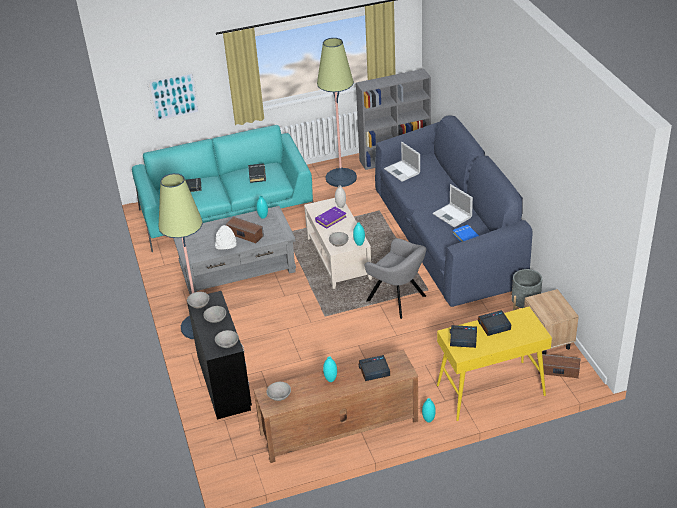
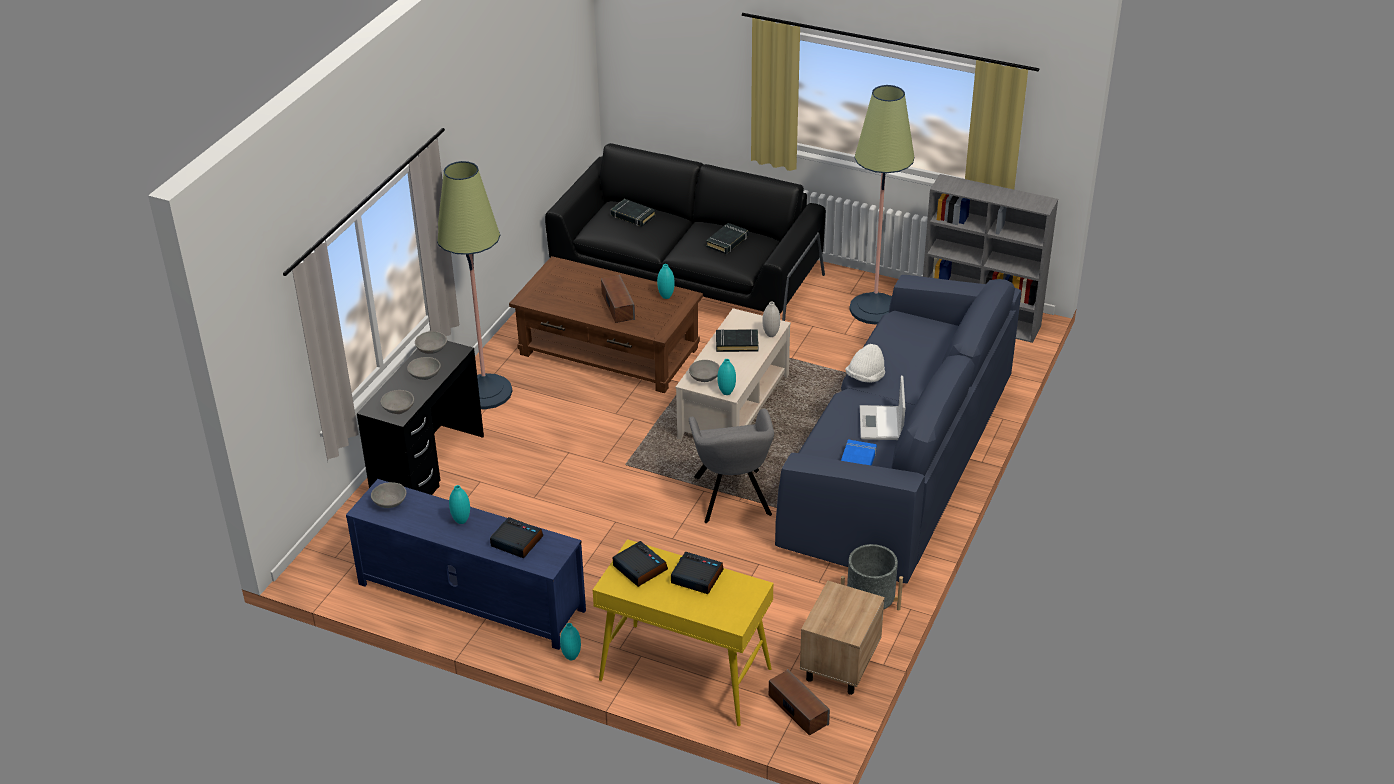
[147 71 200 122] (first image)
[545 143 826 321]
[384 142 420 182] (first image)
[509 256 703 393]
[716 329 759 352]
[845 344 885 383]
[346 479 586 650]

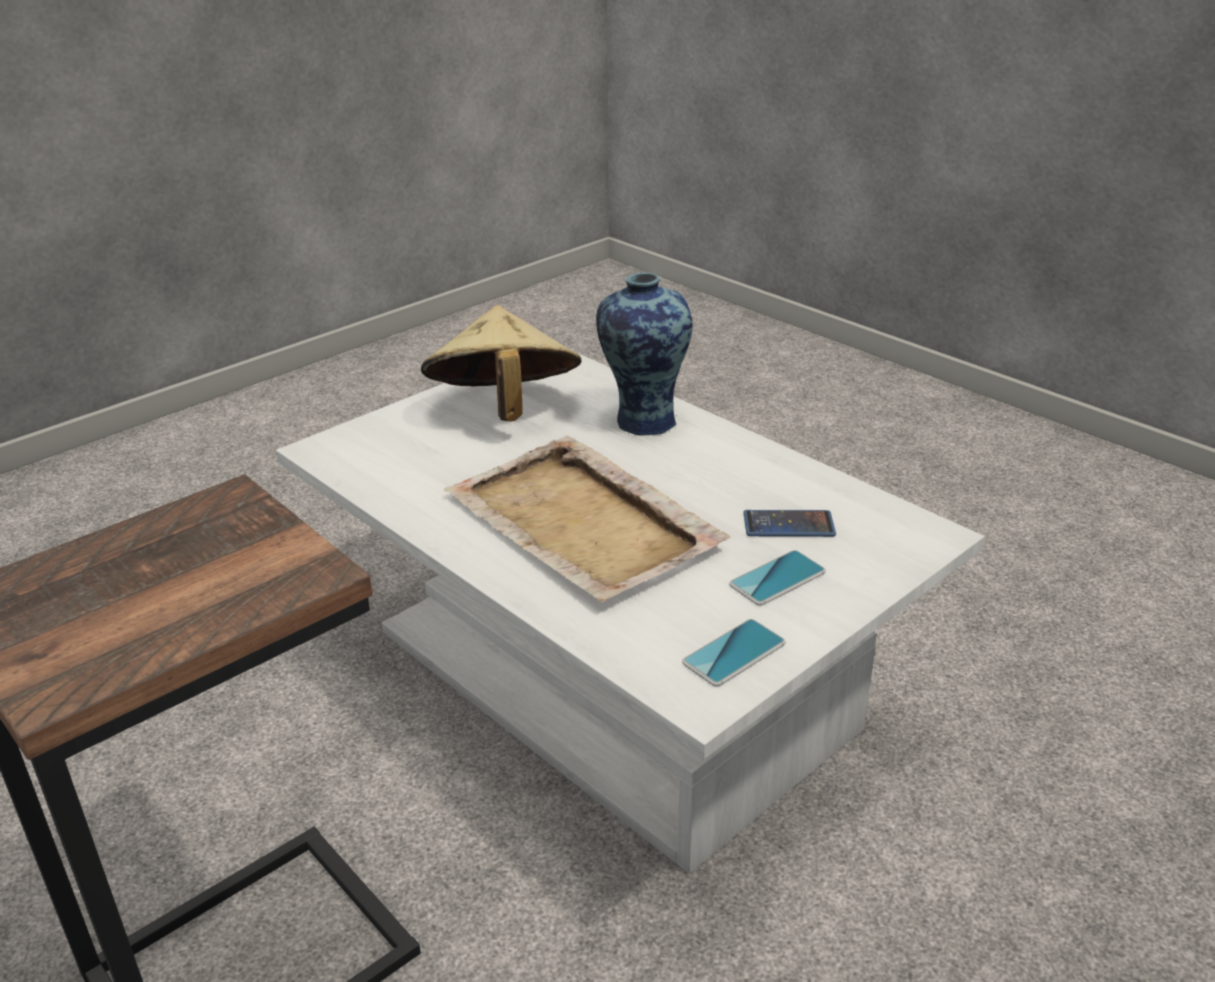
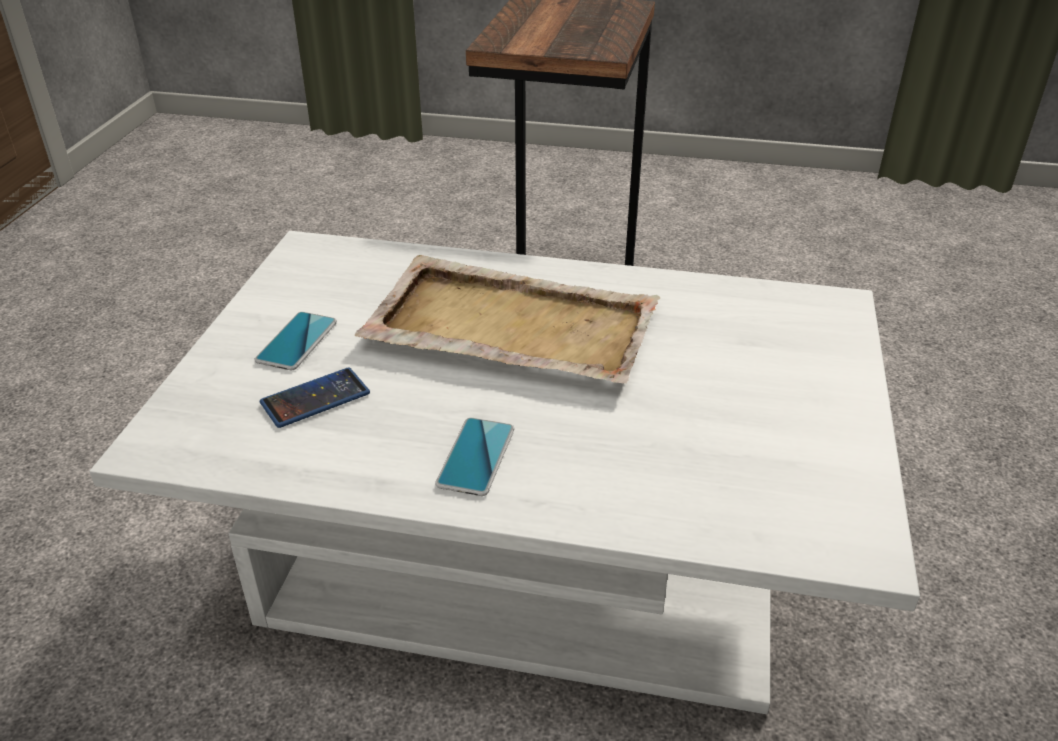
[596 273 692 436] (first image)
[421 306 581 422] (first image)
[435 418 514 496]

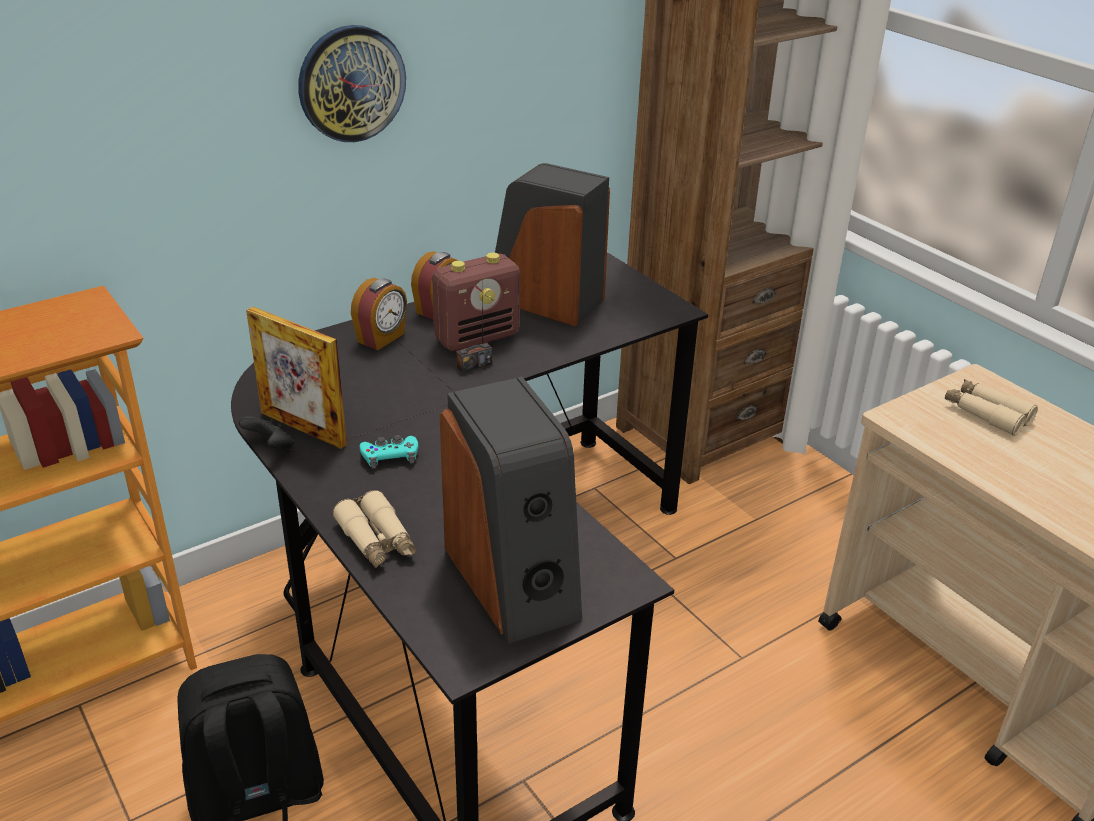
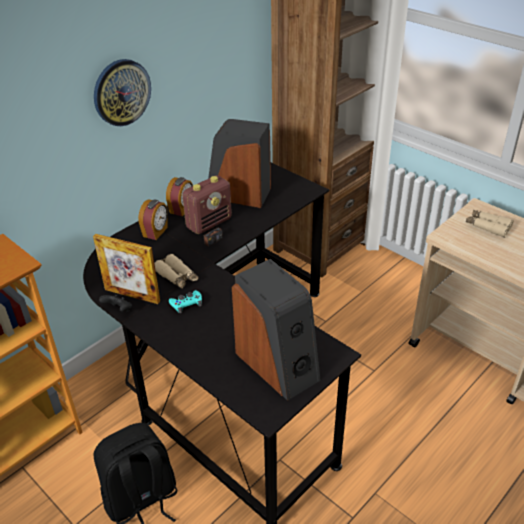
[154 254 199 289]

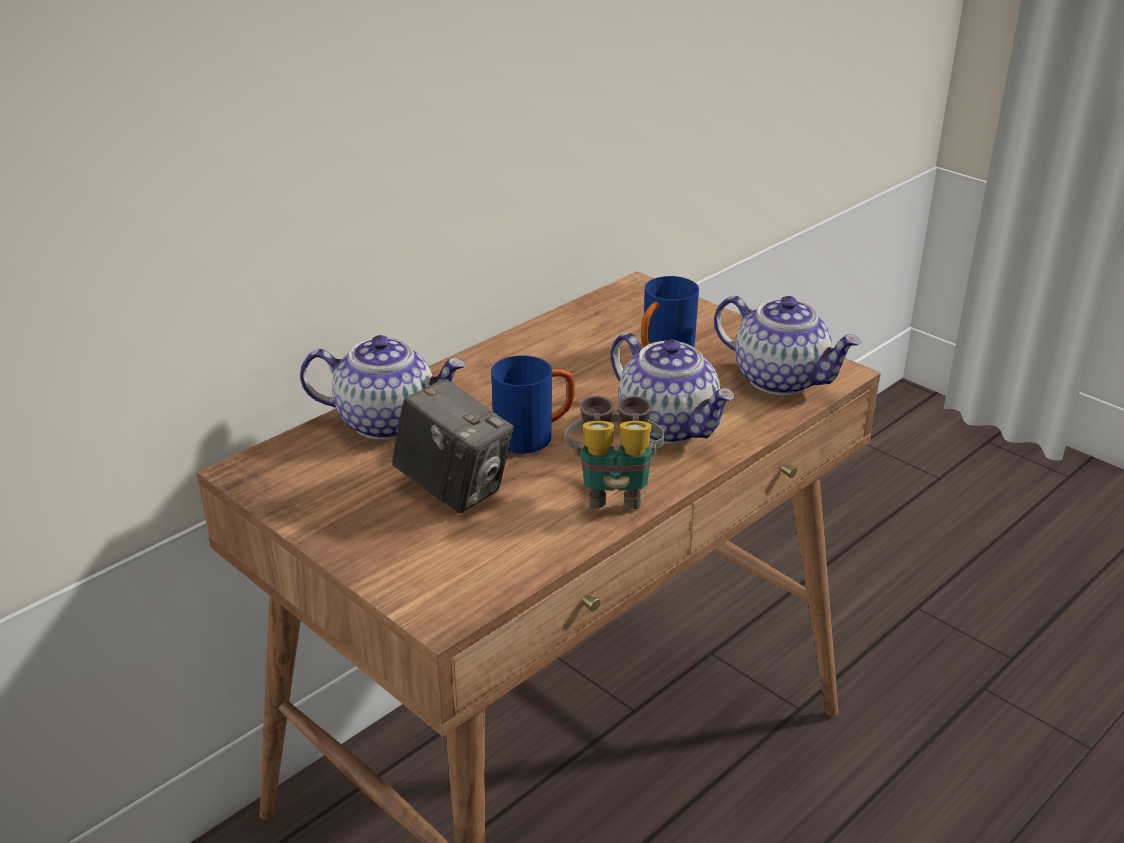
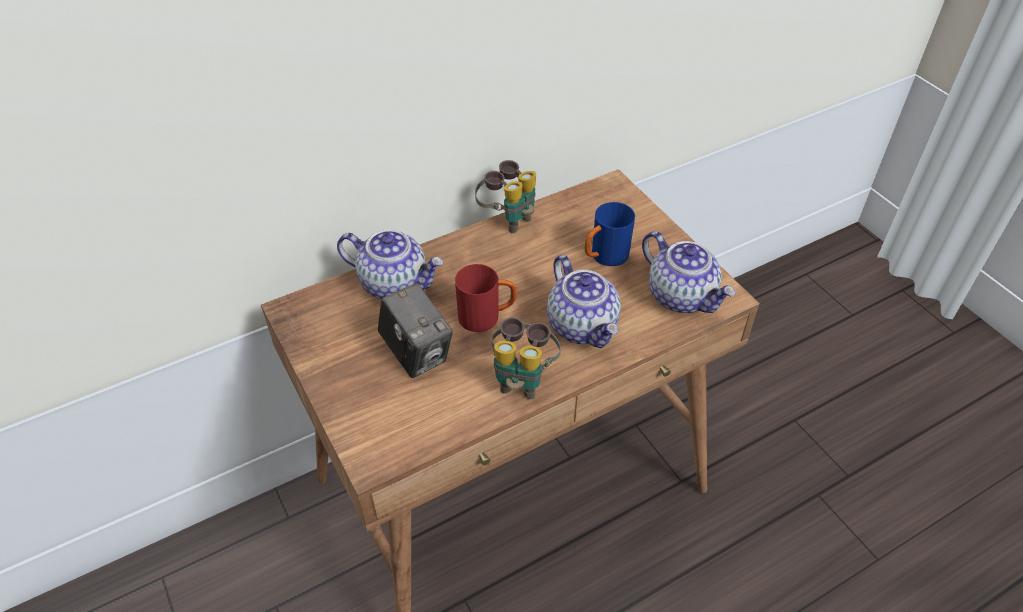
[455 264 517 332]
[475 160 536 233]

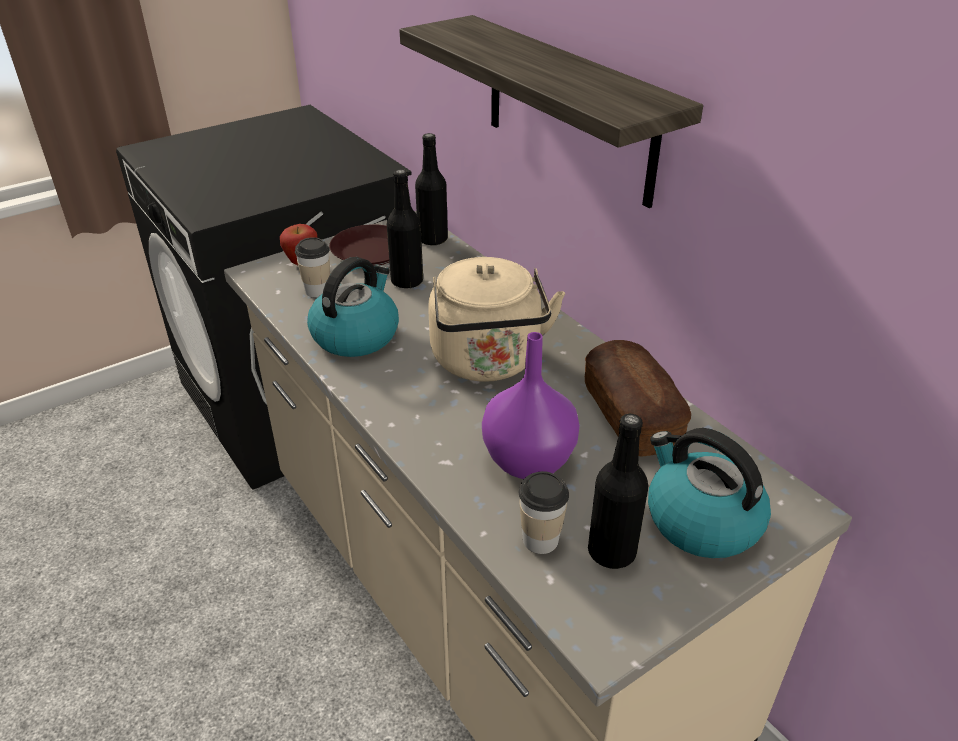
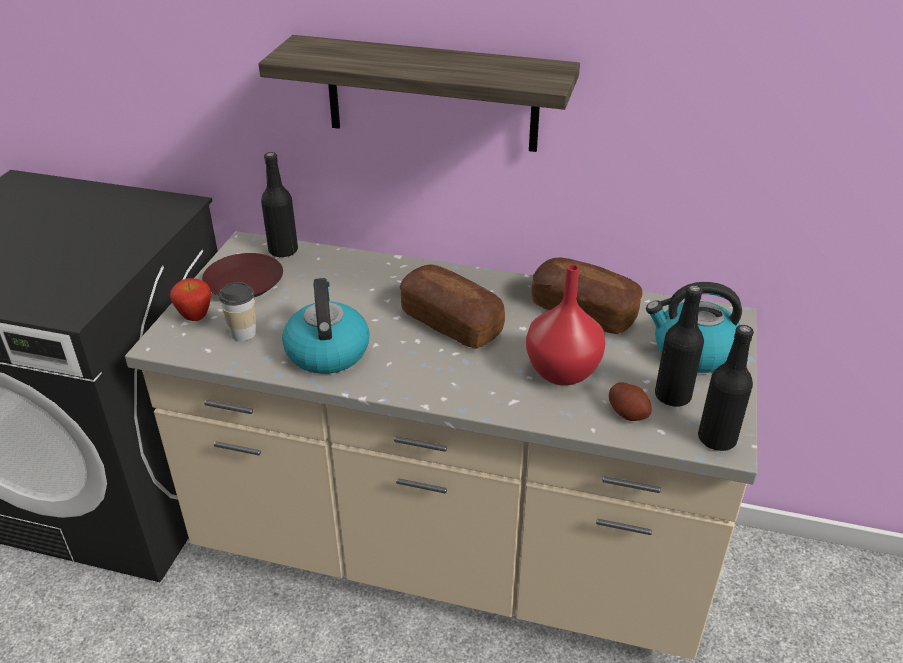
[698 325 754 451]
[400 264 505 349]
[526 264 606 386]
[609 382 651 421]

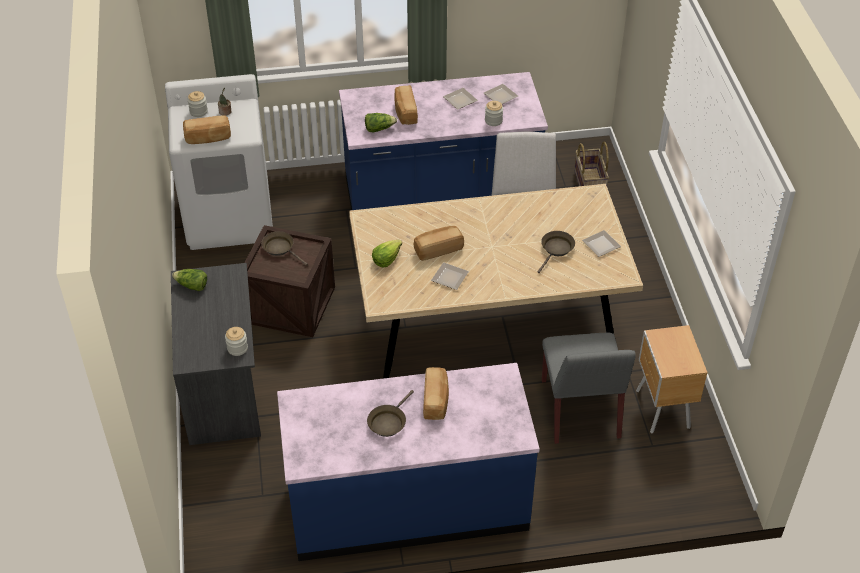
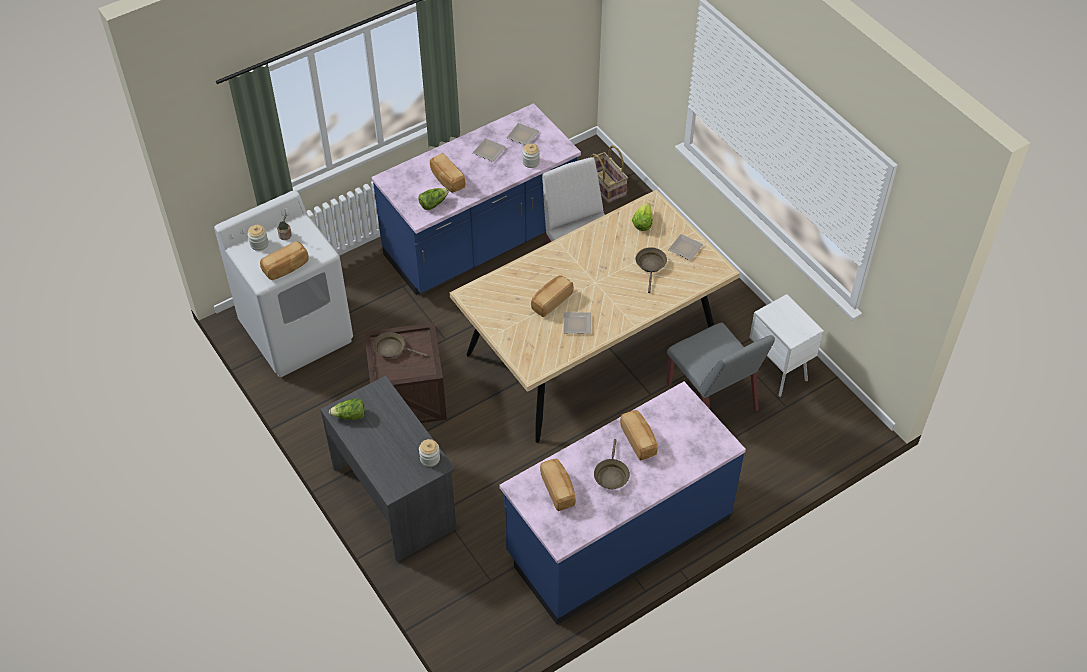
[632 203 653 231]
[749 294 824 397]
[540 459 576 511]

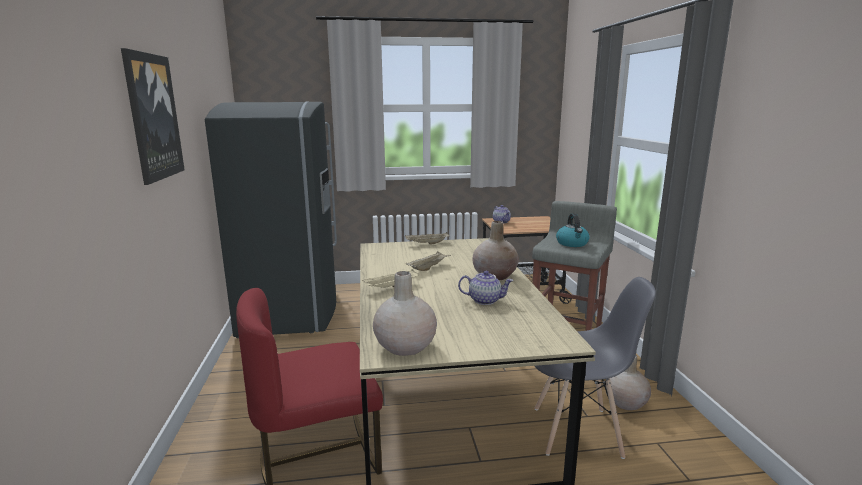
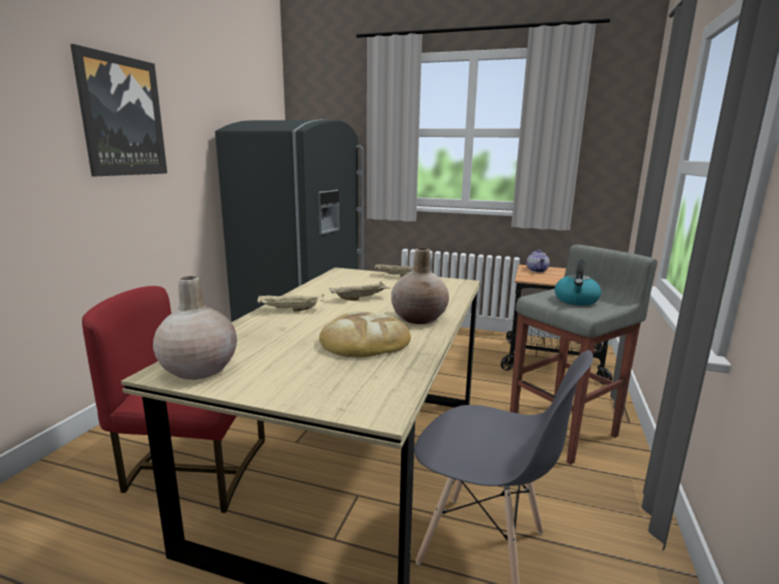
[319 311 411 357]
[605 355 651 410] (first image)

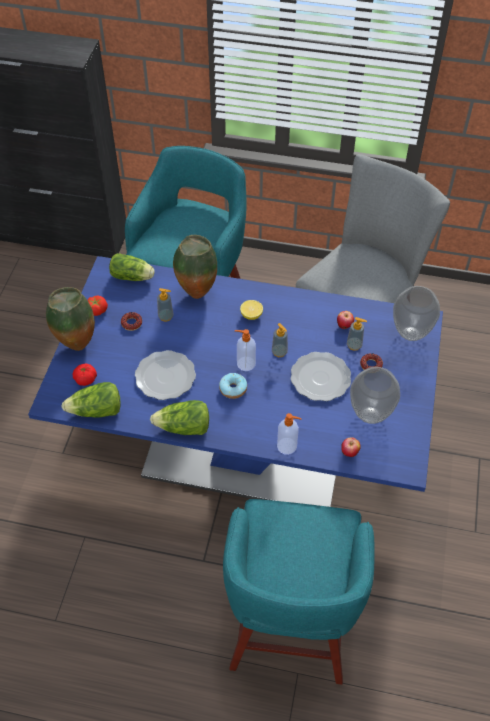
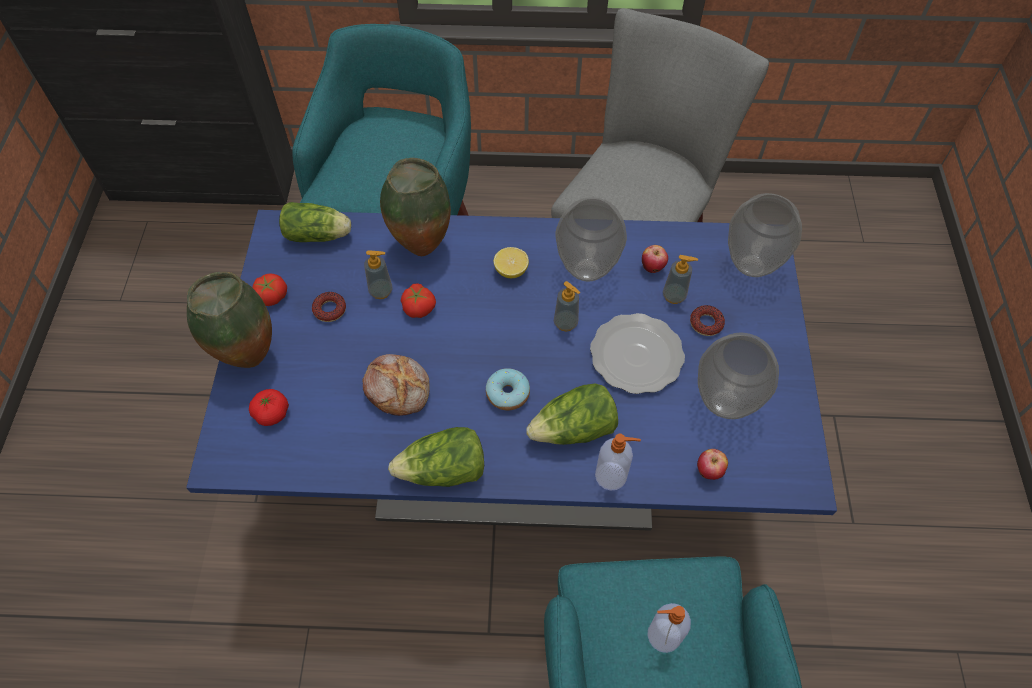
[647 603 691 653]
[362 354 430 416]
[526 383 618 445]
[555 197 627 281]
[401 283 436 318]

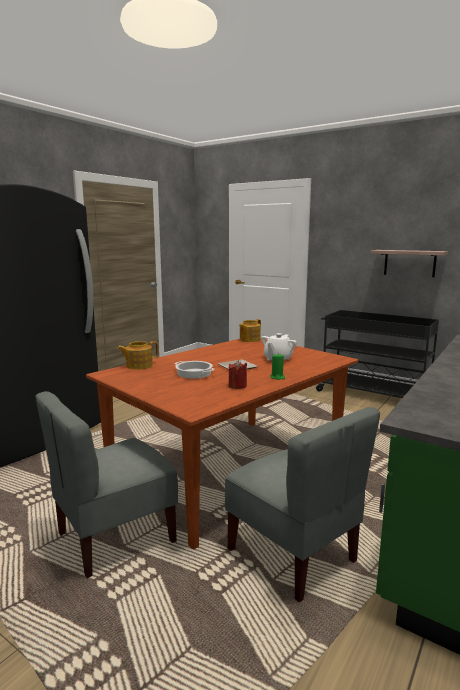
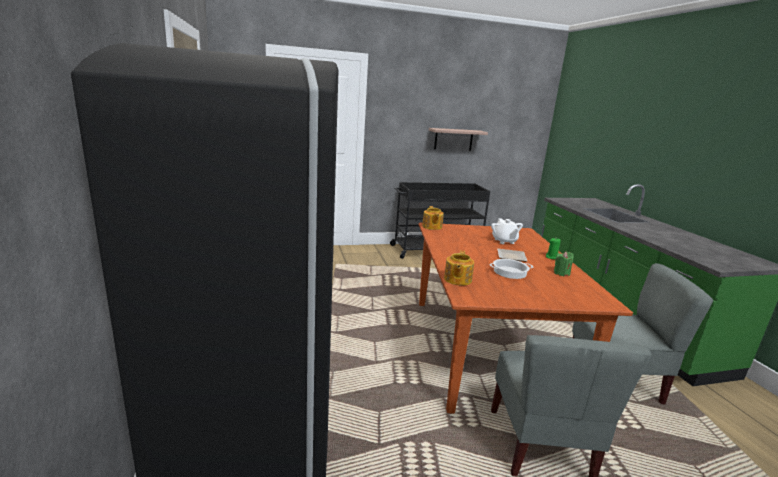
[554 252 574 276]

